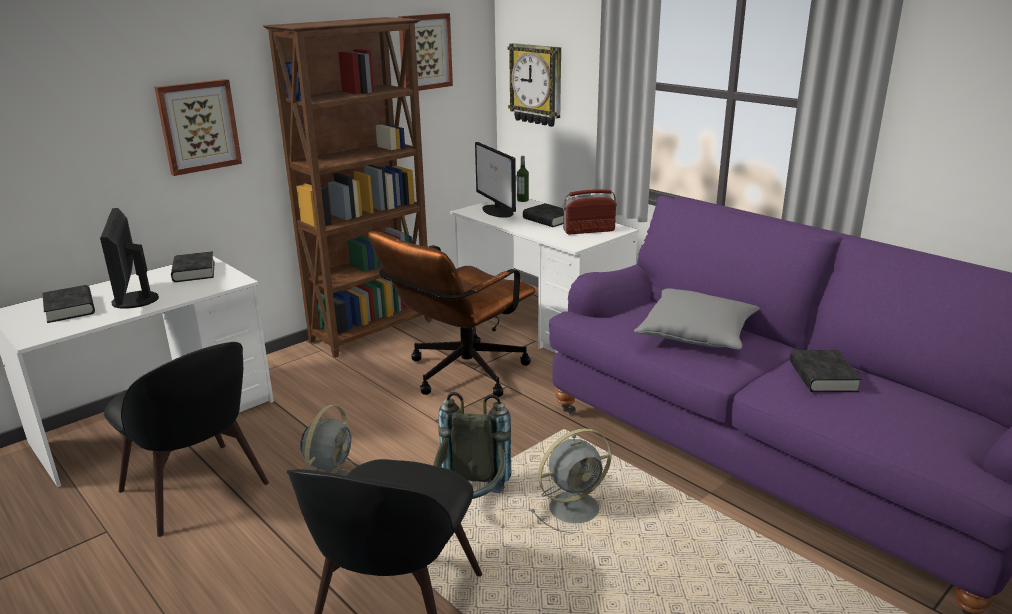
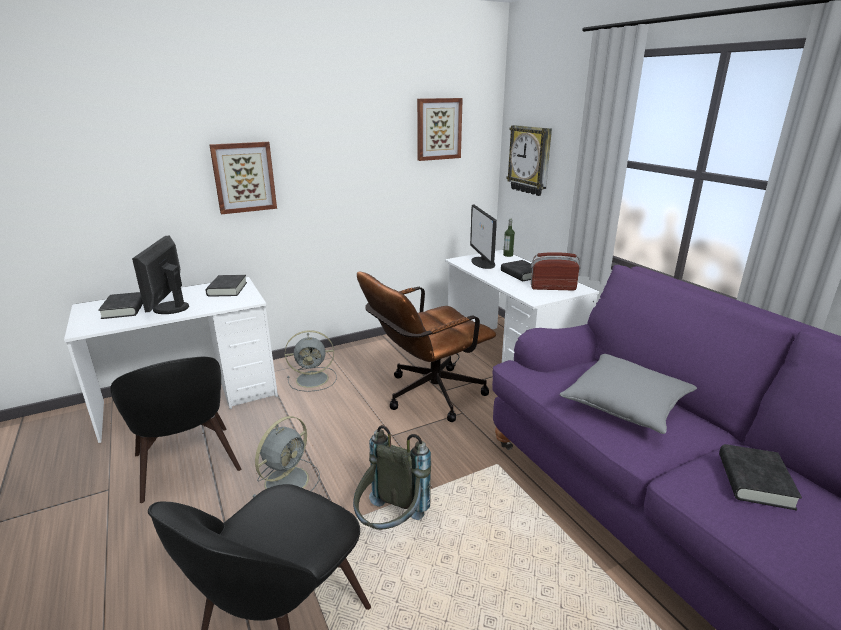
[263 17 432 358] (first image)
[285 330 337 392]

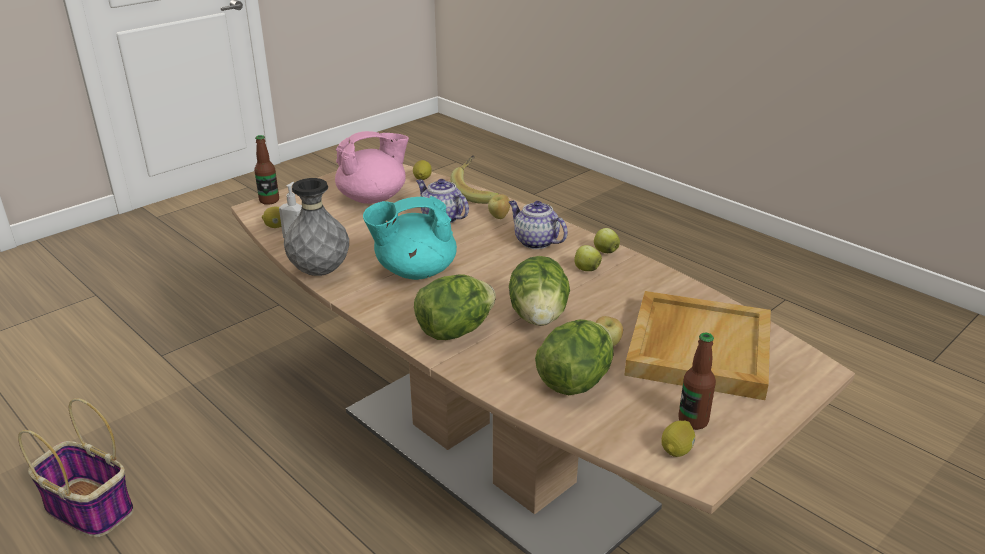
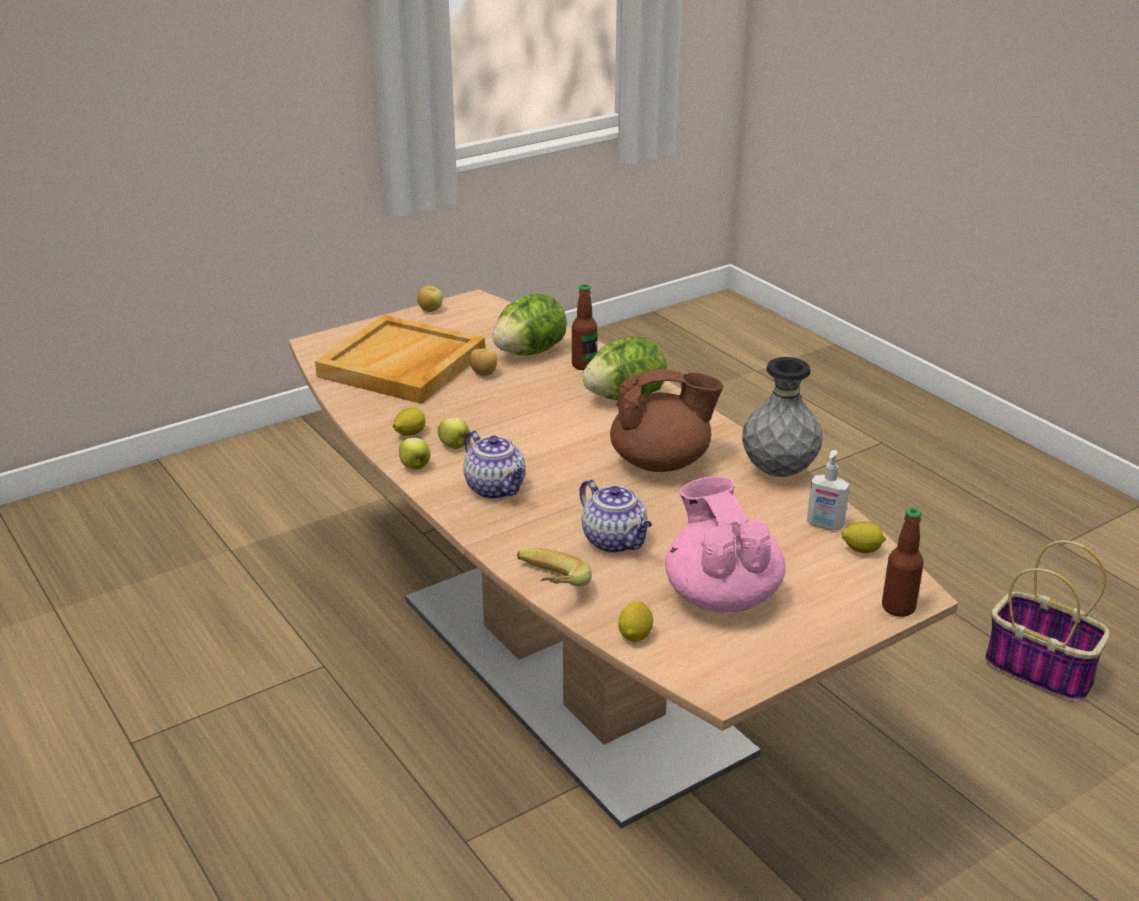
[665 476 786 612]
[417 286 443 312]
[610 369 723 472]
[509 256 570 326] (first image)
[572 284 597 370]
[393 407 425 436]

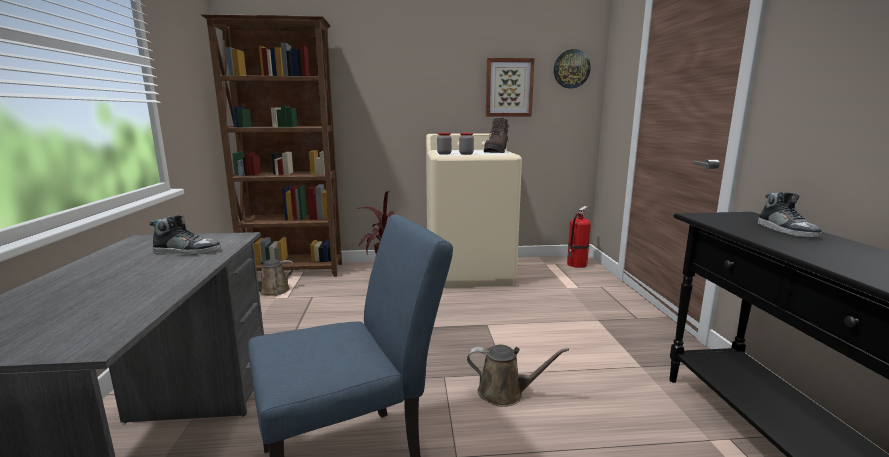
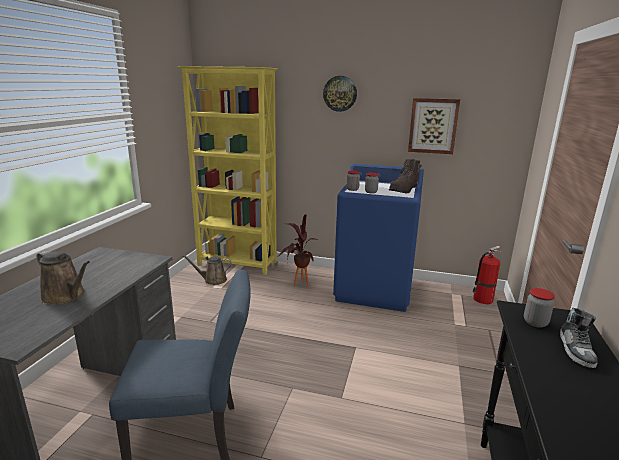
[177 66 278 275]
[323 76 357 112]
[333 164 424 312]
[150 215 221 255] (first image)
[36 251 90 305]
[524 288 555 328]

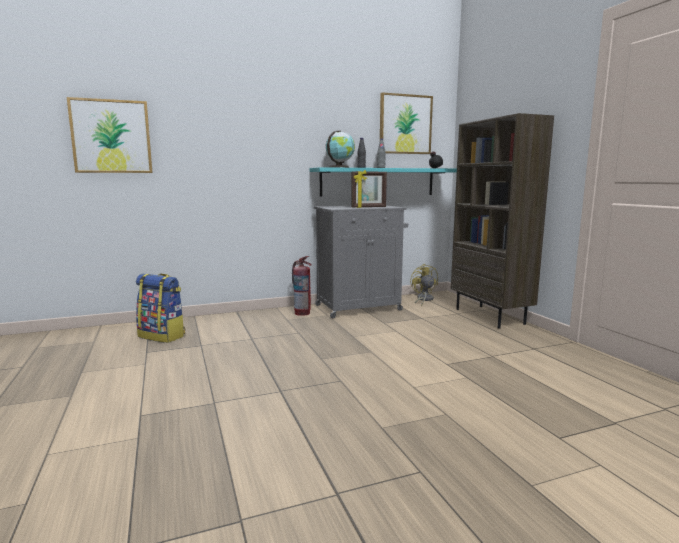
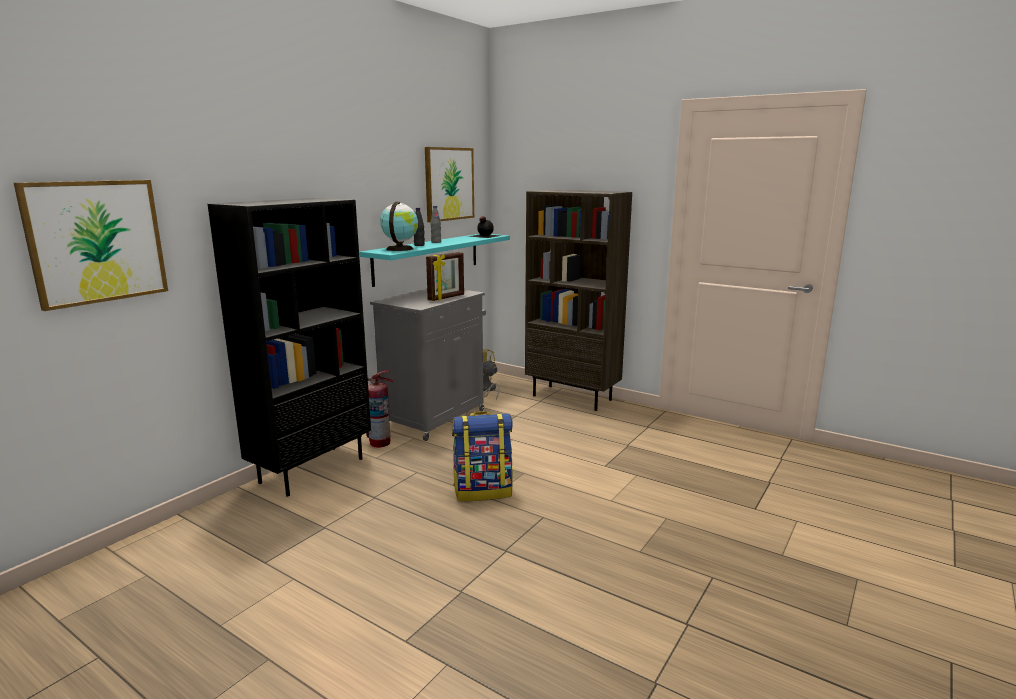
[452 411 513 501]
[208 198 371 497]

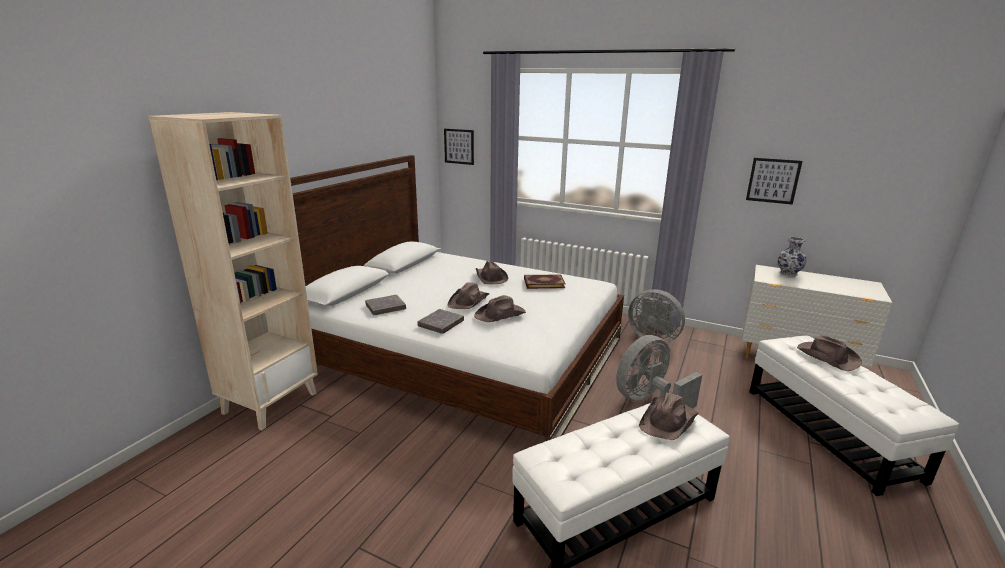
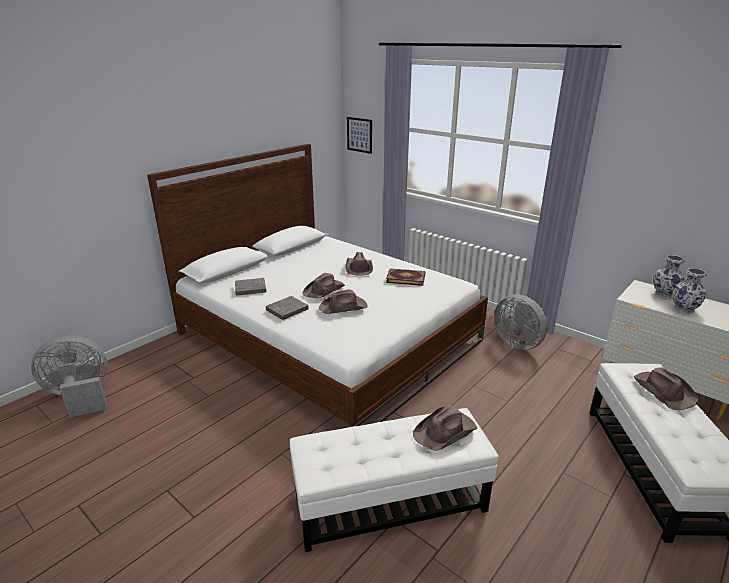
[148 112 318 430] (first image)
[746 158 802 205] (first image)
[31 335 108 418]
[672 268 707 314]

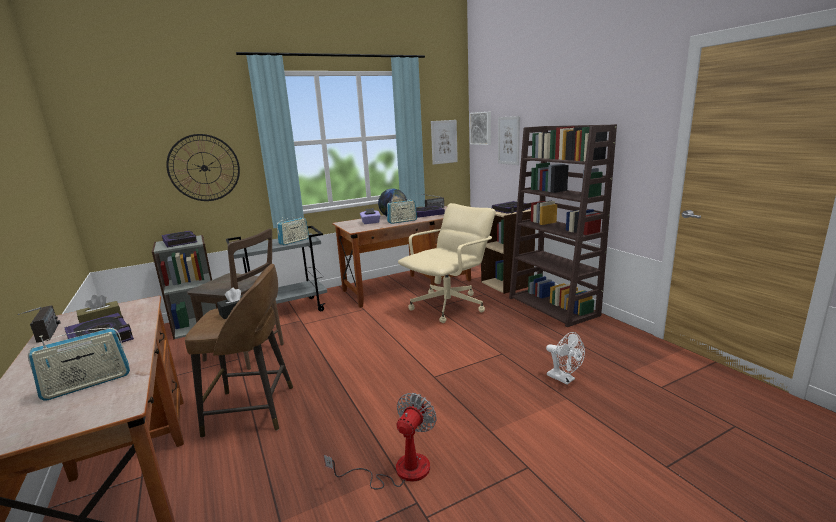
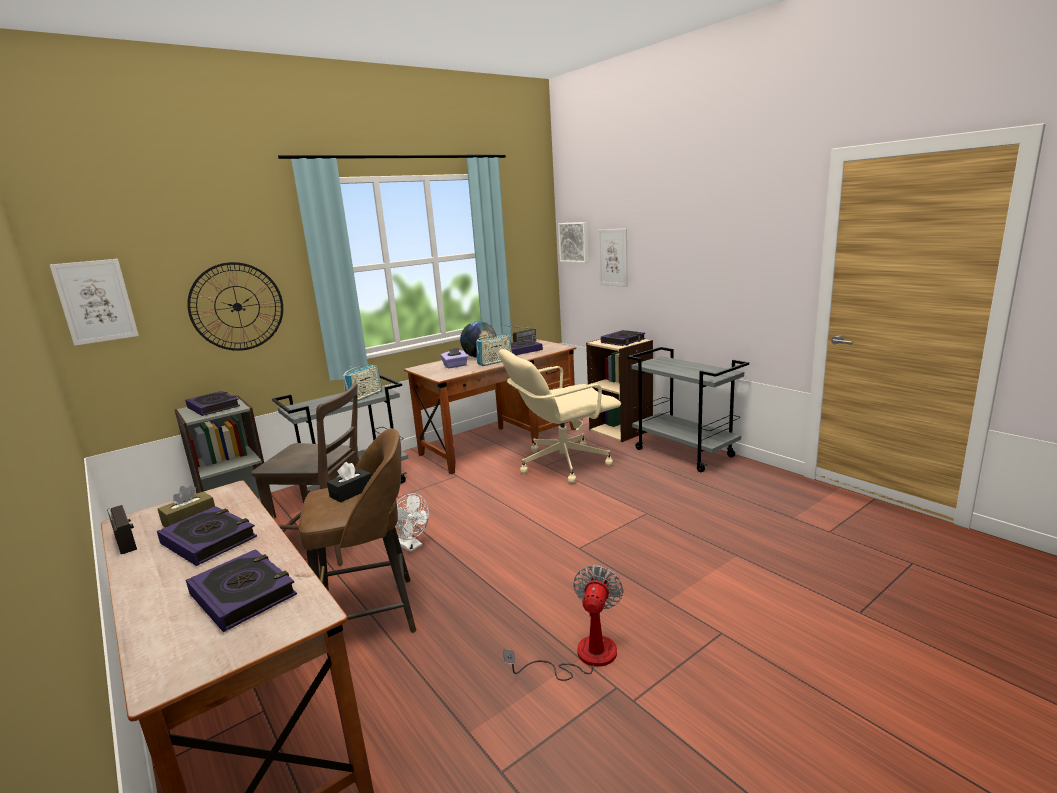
[50 259 139 346]
[628 347 749 472]
[499 349 621 483]
[186 549 297 632]
[395 493 429 552]

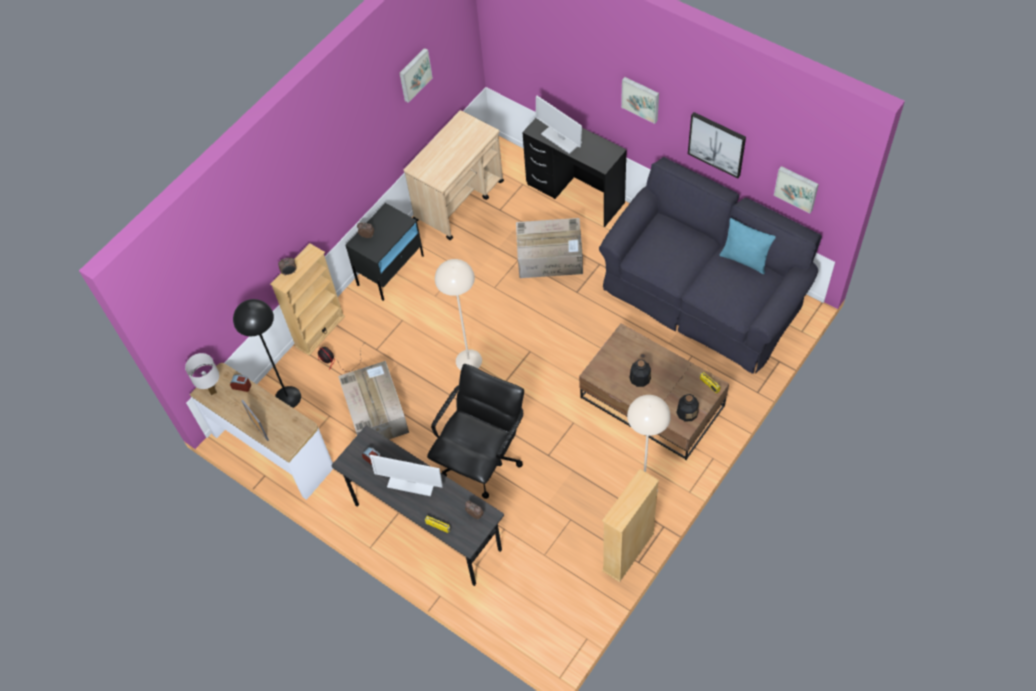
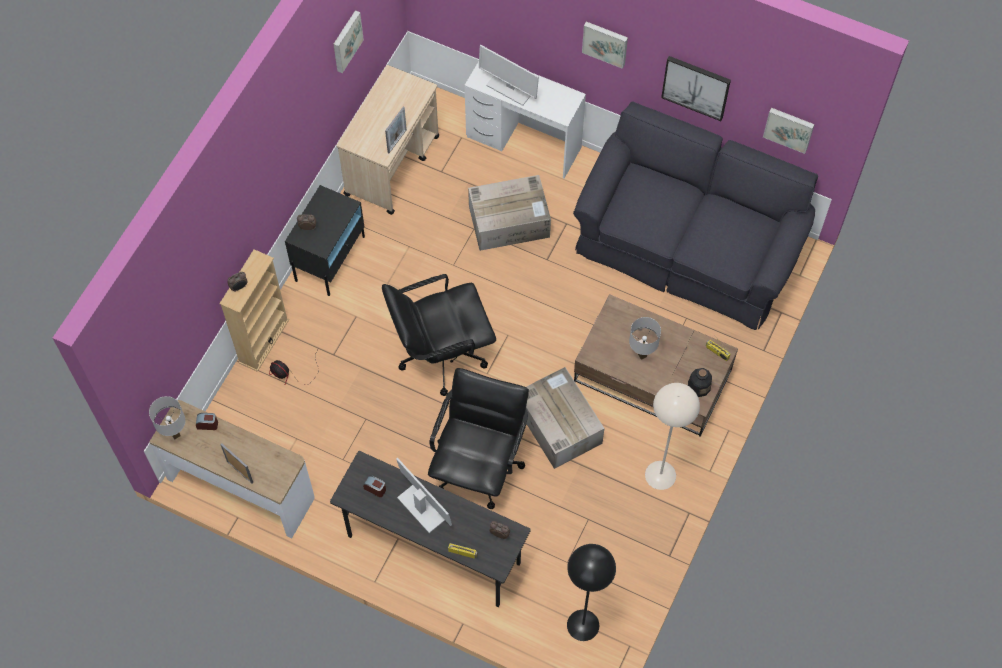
[464 62 586 179]
[720 218 776 274] (first image)
[382 274 496 396]
[567 544 616 641]
[629 317 661 360]
[526 367 605 469]
[396 458 452 533]
[602 469 659 582] (first image)
[385 107 407 153]

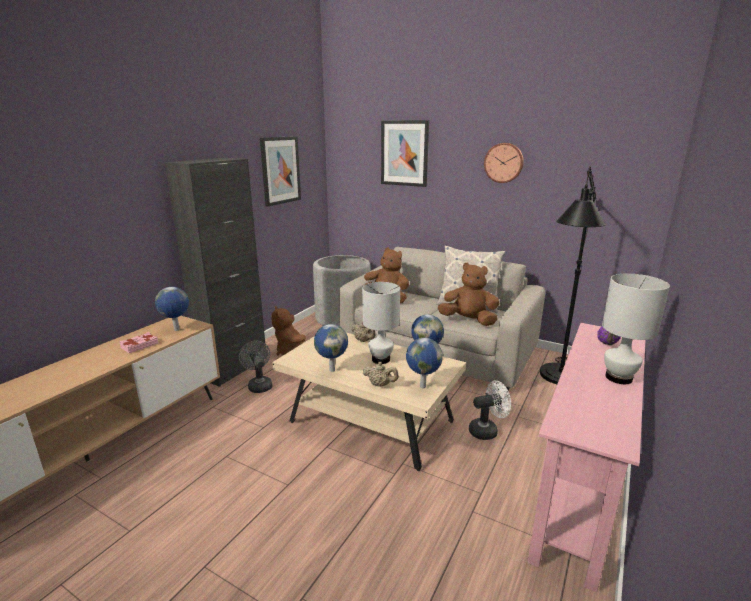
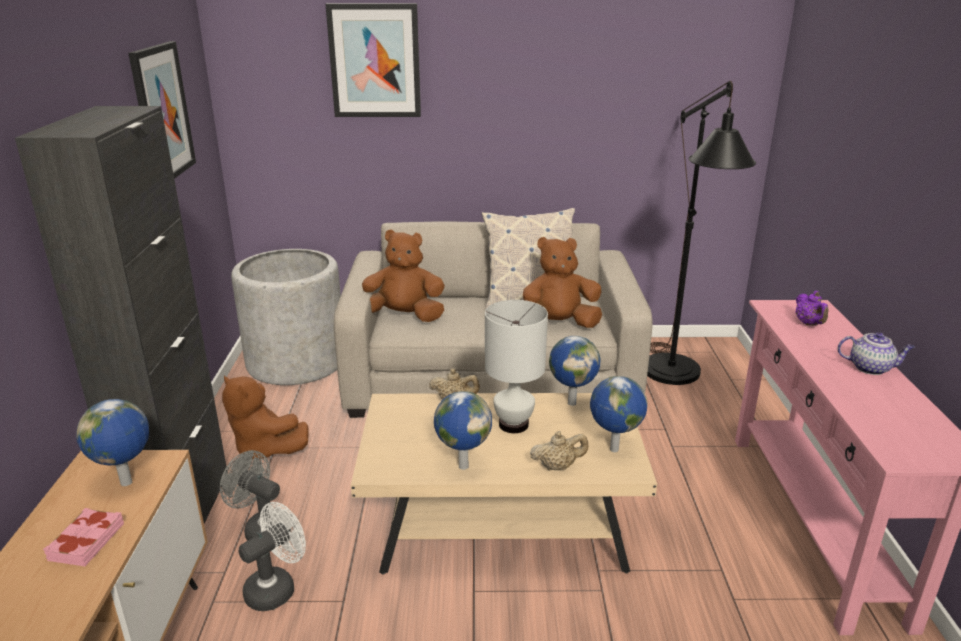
[484 143 524 183] (first image)
[838 332 915 375]
[239 502 306 611]

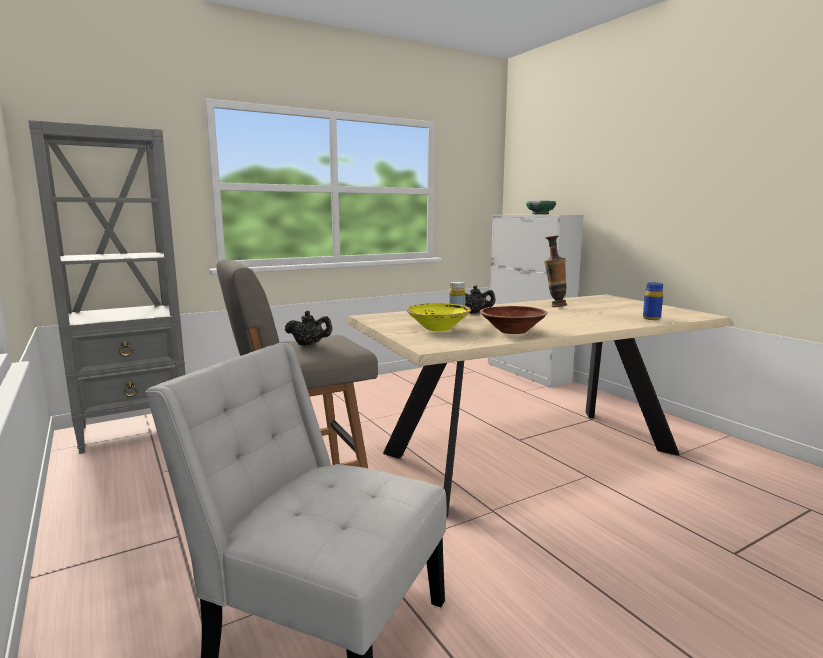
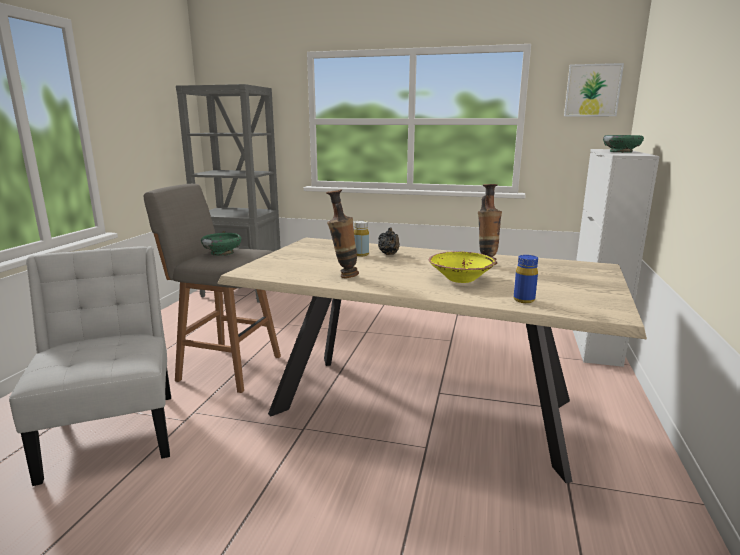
[429 251 496 283]
[326 189 359 278]
[201 233 241 256]
[564 63 624 117]

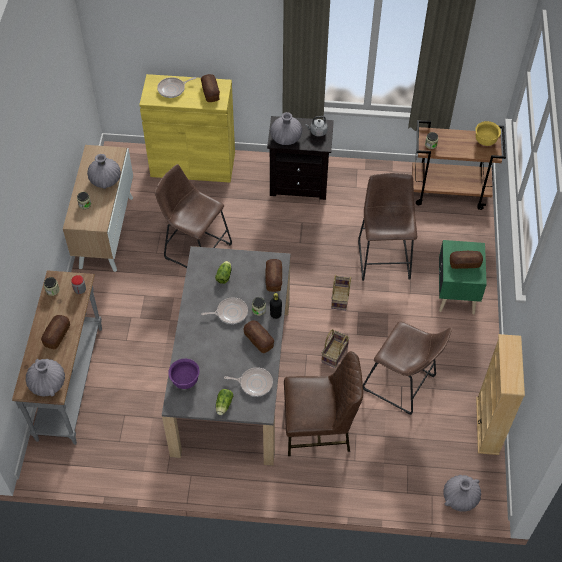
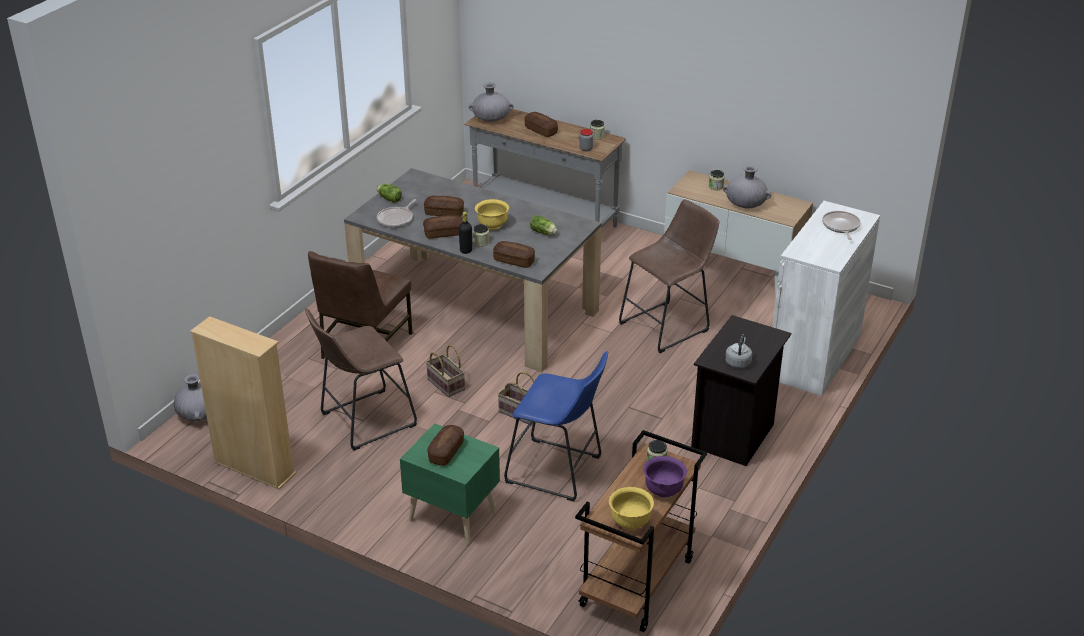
[772 201 880 396]
[424 196 464 217]
[270 112 302 145] (first image)
[504 351 608 502]
[475 199 509 230]
[643 456 687 497]

